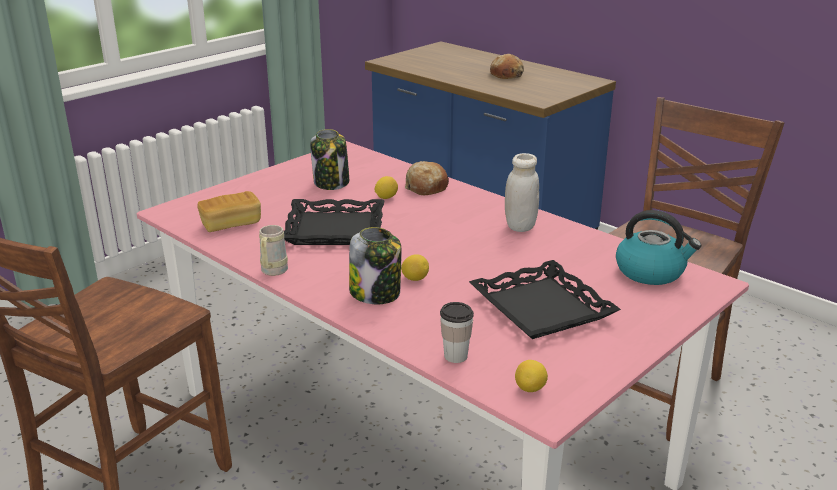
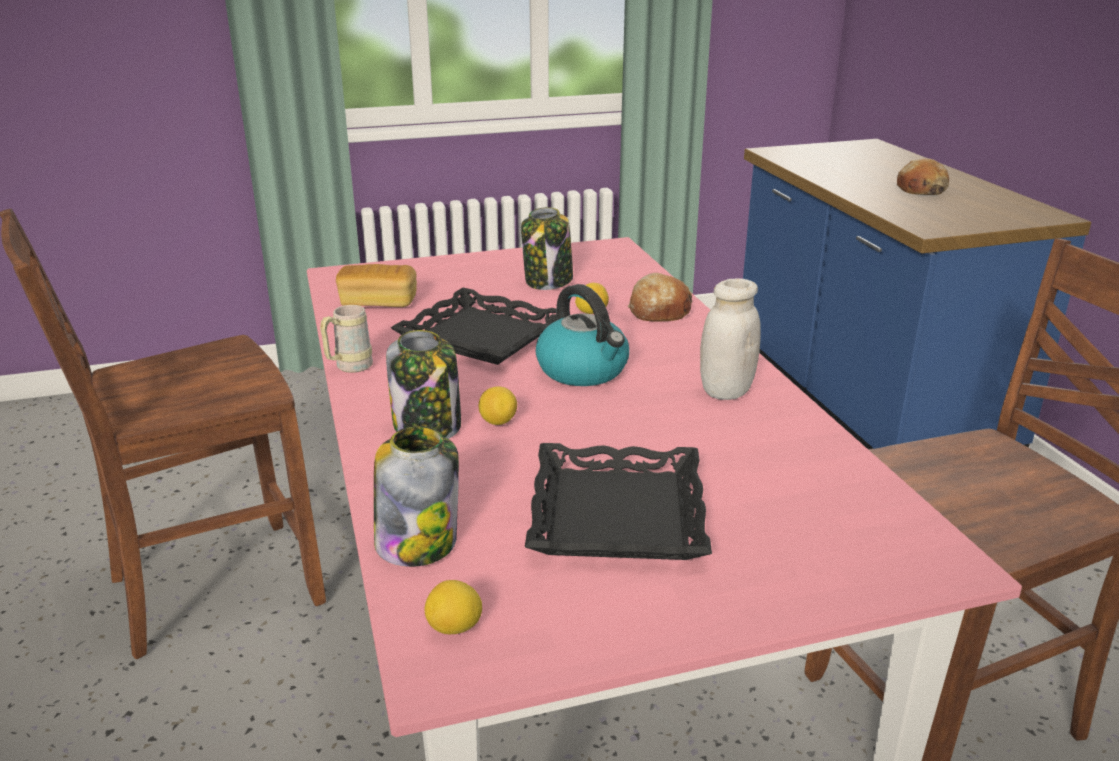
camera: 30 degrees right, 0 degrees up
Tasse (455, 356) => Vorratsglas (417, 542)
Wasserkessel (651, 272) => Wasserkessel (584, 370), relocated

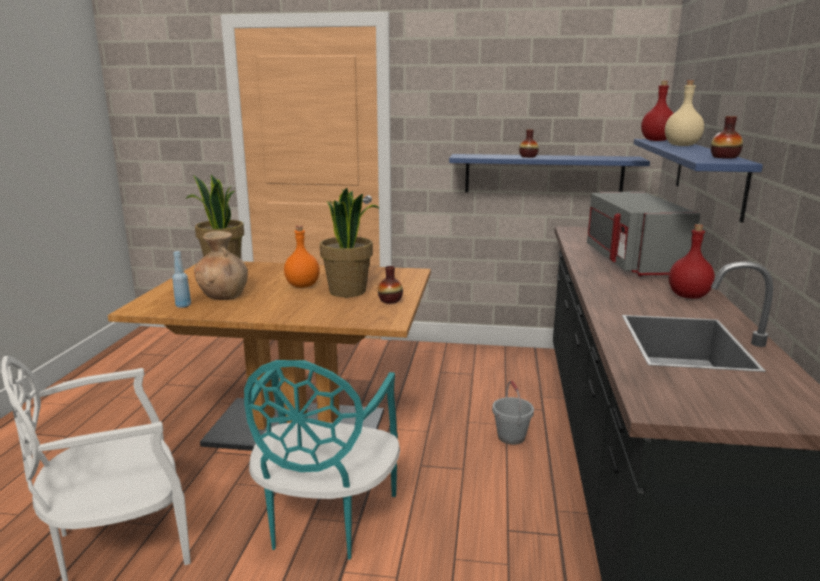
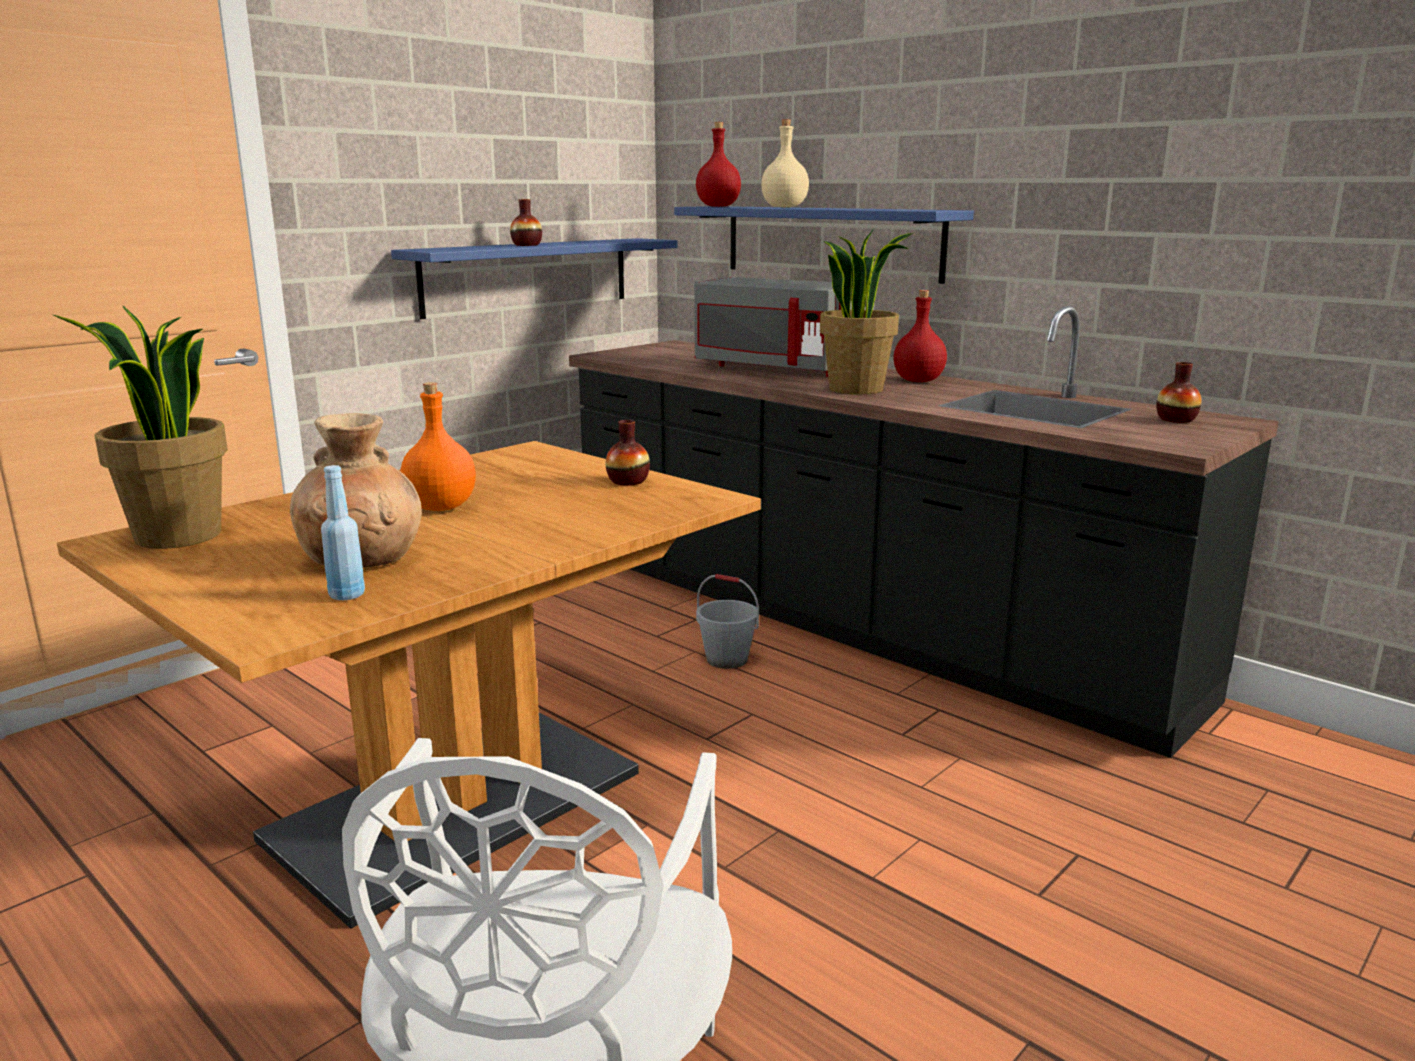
camera: 55 degrees left, 0 degrees up
Topfpflanze (348, 291) => Topfpflanze (857, 389), relocated
Vase (724, 157) => Vase (1176, 420), relocated
Stuhl [türkis] (325, 520) => nothing

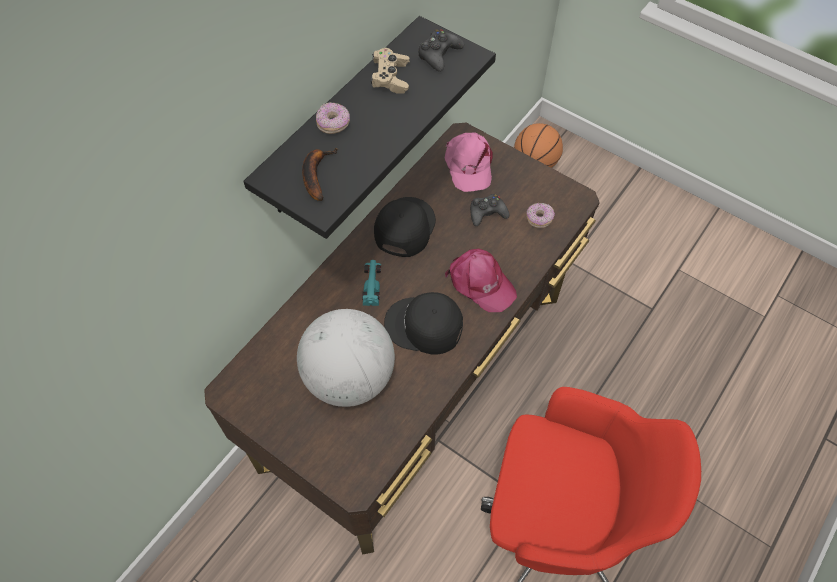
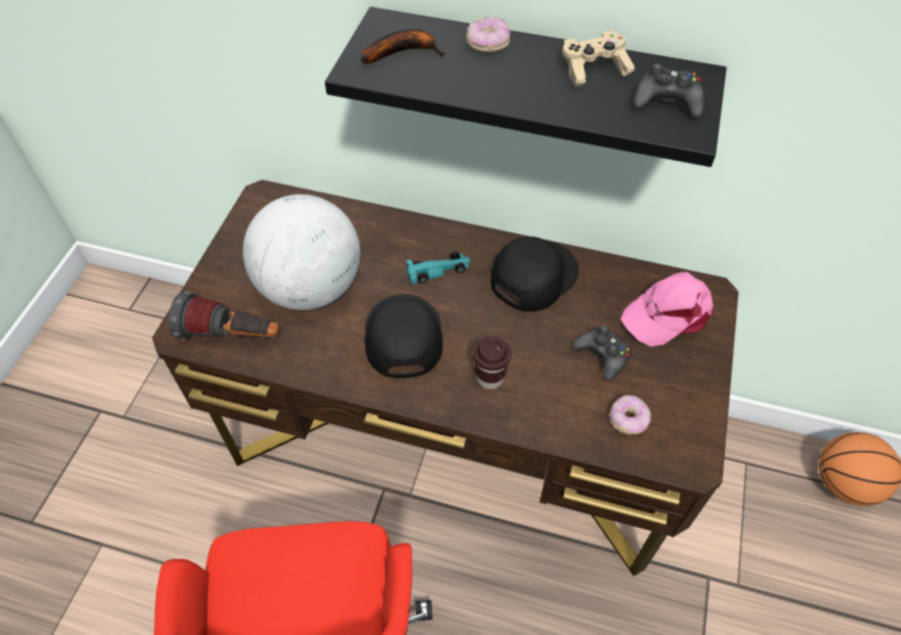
camera: 70 degrees right, 5 degrees down
nothing => Taschenlampe (231, 336)
Kappe [rosa] (480, 283) => Tasse [braun] (490, 378)
Kappe [schwarz] (403, 227) => Kappe [schwarz] (532, 275), 45 degrees counterclockwise

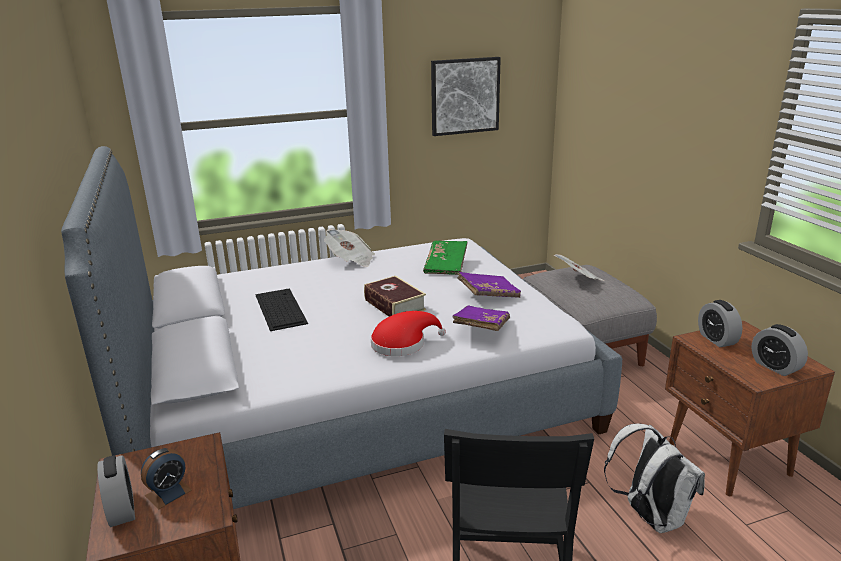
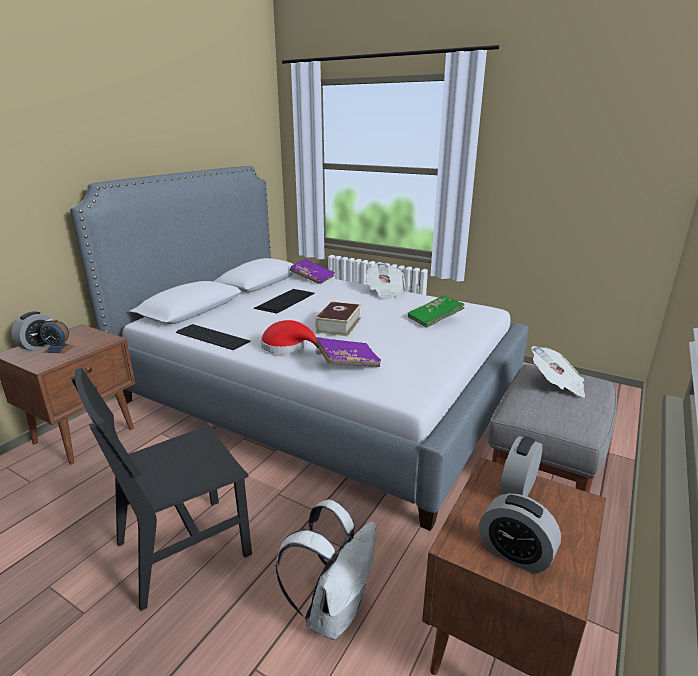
camera: 50 degrees right, 0 degrees up
nothing => Tastatur (212, 336)
Buch [lila] (488, 294) => Buch [lila] (312, 278), relocated
Wecker (775, 367) => Wecker (514, 554), 75 degrees counterclockwise
Bild (465, 96) => nothing

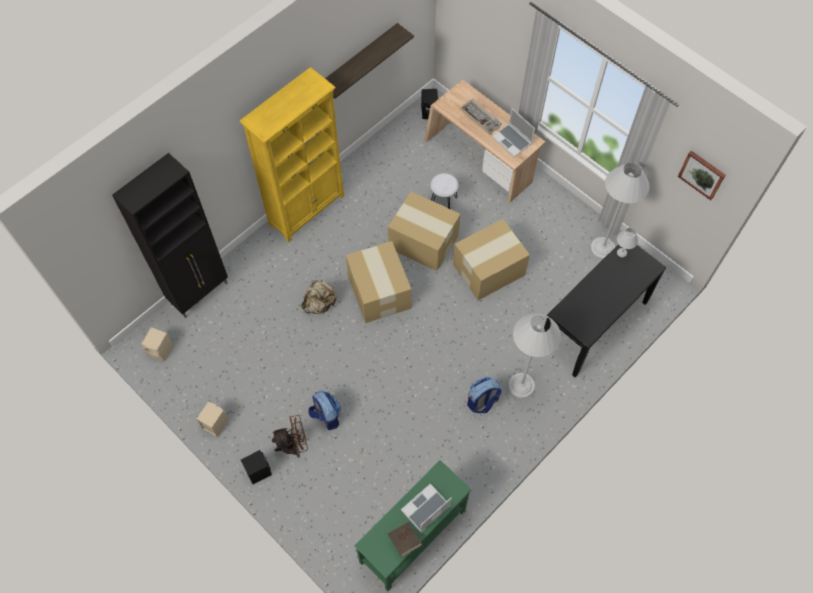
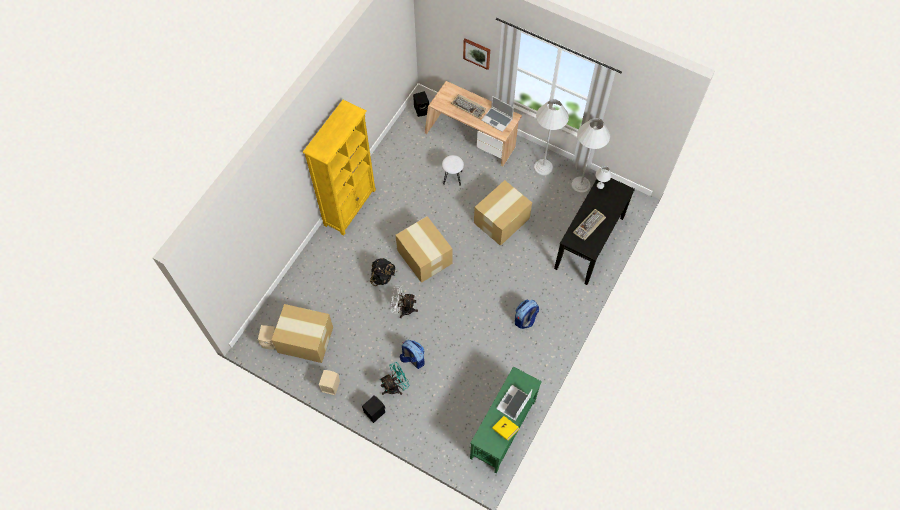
camera: 15 degrees left, 0 degrees up
Karton (423, 241) => Karton (305, 339), relocated
Rucksack [beige] (320, 304) => Rucksack [schwarz] (382, 276)
Ventilator [braun] (294, 445) => Ventilator [türkis] (395, 386)
nothing => Ventilator [weiß] (403, 309)
Bild (702, 174) => Bild (477, 53), relocated
Buch [braun] (404, 541) => Buch [gelb] (505, 430)
Stehlampe [weiß] (521, 385) => Stehlampe [weiß] (543, 167), relocated
nothing => Tastatur (589, 225)
Schrank [schwarz] (200, 293) => nothing
Wandregal (358, 60) => nothing

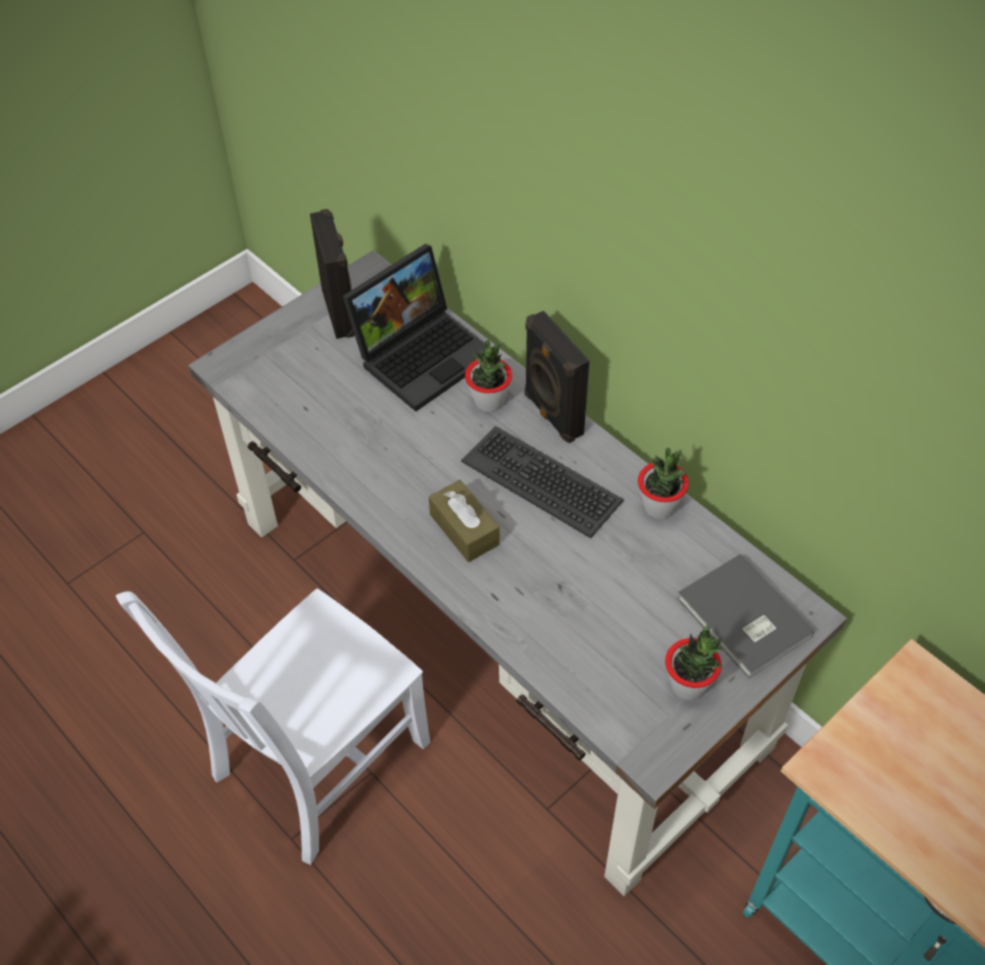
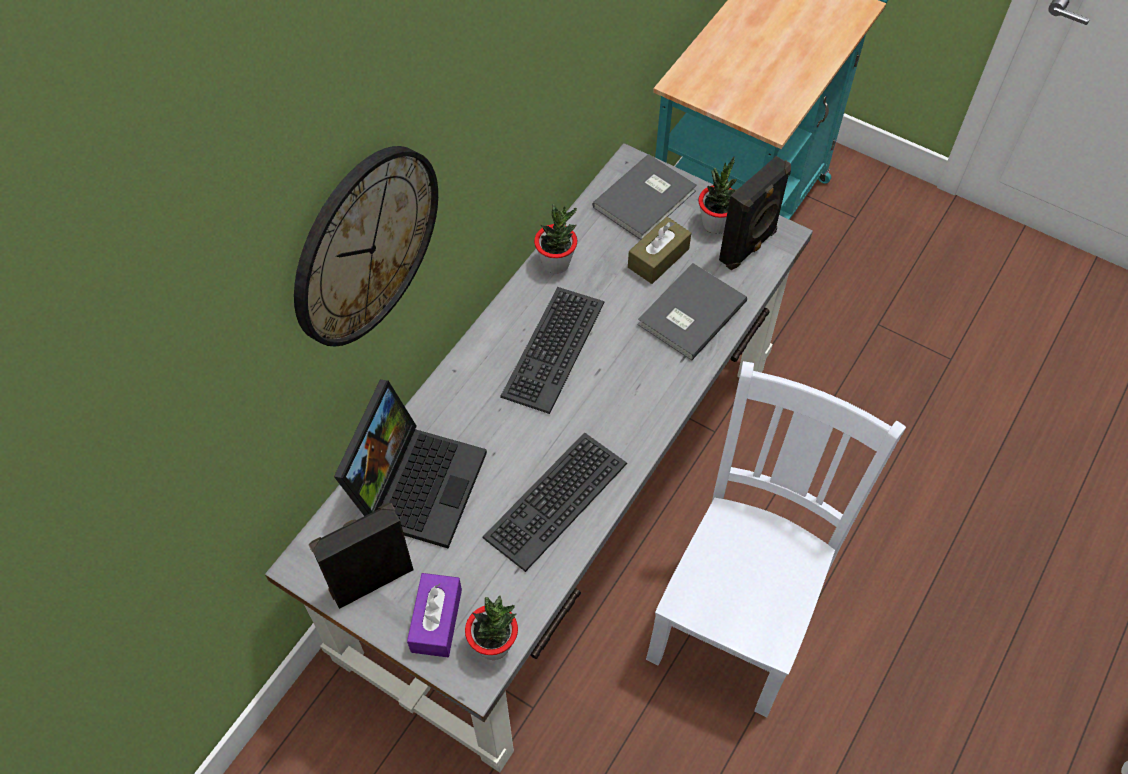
camera: 105 degrees left, 5 degrees up
nothing => Wanduhr (365, 245)
Laptop (423, 353) => Laptop (417, 481), 75 degrees clockwise
nothing => Taschentuchbox [lila] (436, 620)
Topfpflanze (489, 401) => Topfpflanze (494, 644), relocated
nothing => Tastatur (555, 499)
Taschentuchbox [braun] (464, 529) => Taschentuchbox [braun] (658, 258), relocated
nothing => Buch [grau] (689, 313)
Stuhl [weiß] (315, 764) => Stuhl [weiß] (738, 615), 90 degrees counterclockwise
Lautsprecher [schwarz] (551, 415) => Lautsprecher [schwarz] (749, 247), relocated

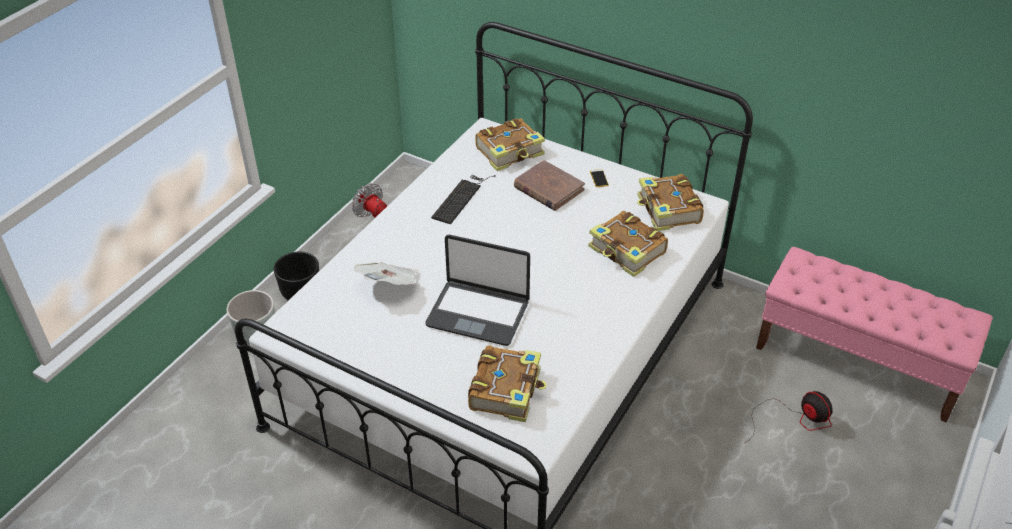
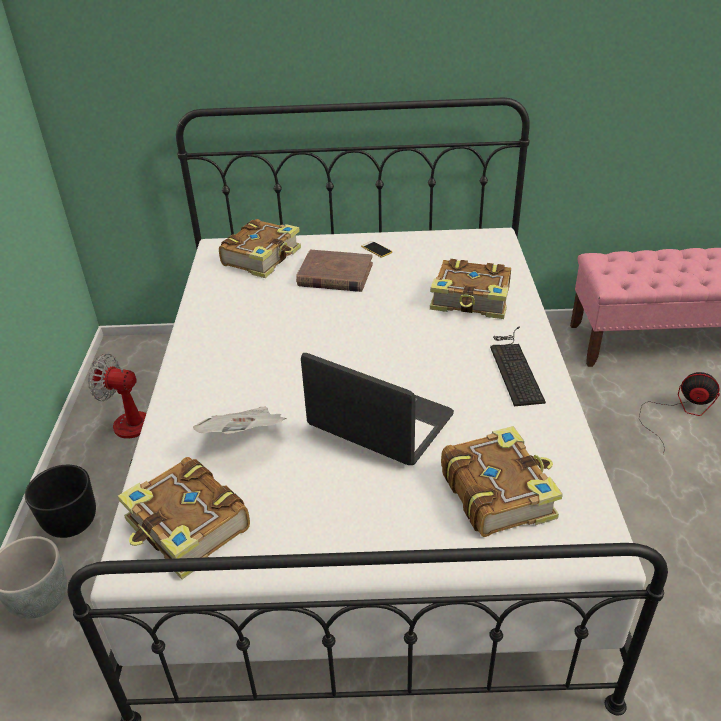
camera: 30 degrees left, 5 degrees down
Buch (668, 210) => Buch (187, 528), relocated
Laptop (478, 313) => Laptop (380, 422), 135 degrees counterclockwise
Tastatur (461, 197) => Tastatur (515, 366), relocated

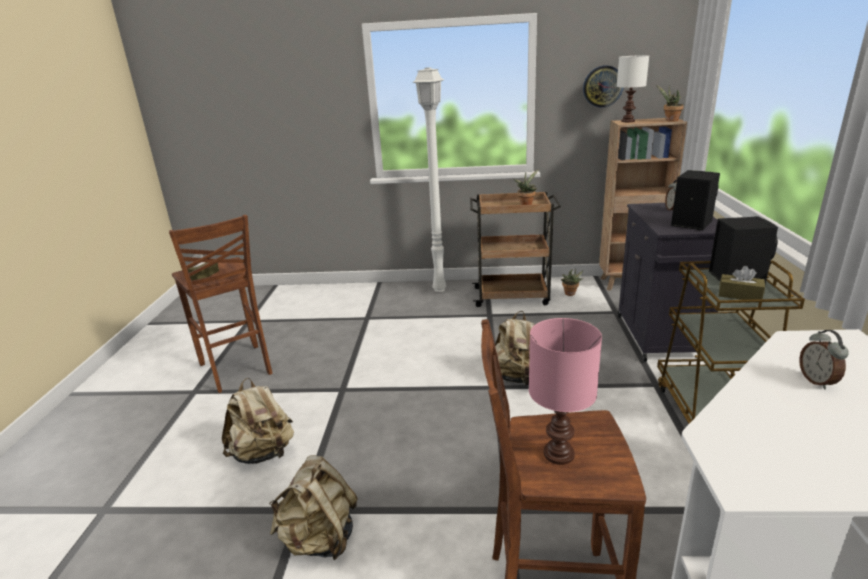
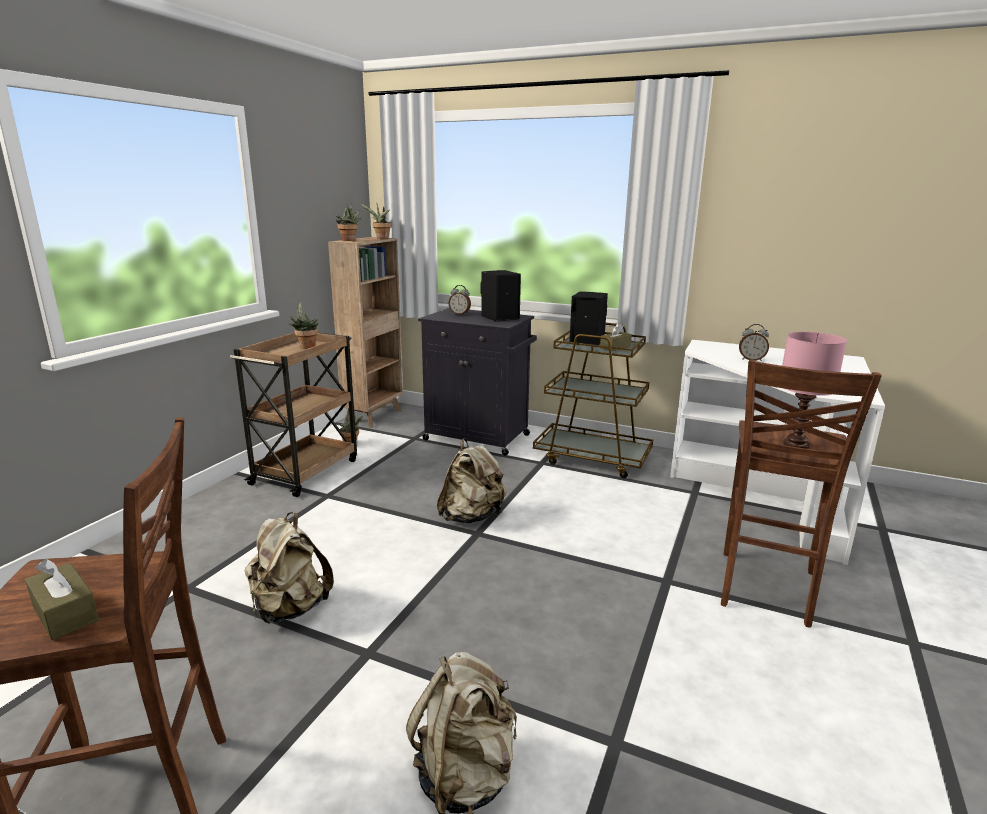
camera: 70 degrees left, 5 degrees down
Rucksack [beige] (320, 539) => Rucksack [beige] (289, 608), relocated
Tischlampe [weiß] (628, 121) => Topfpflanze (349, 240)
Stehlampe [weiß] (438, 290) => nothing
Wanduhr (603, 86) => nothing

